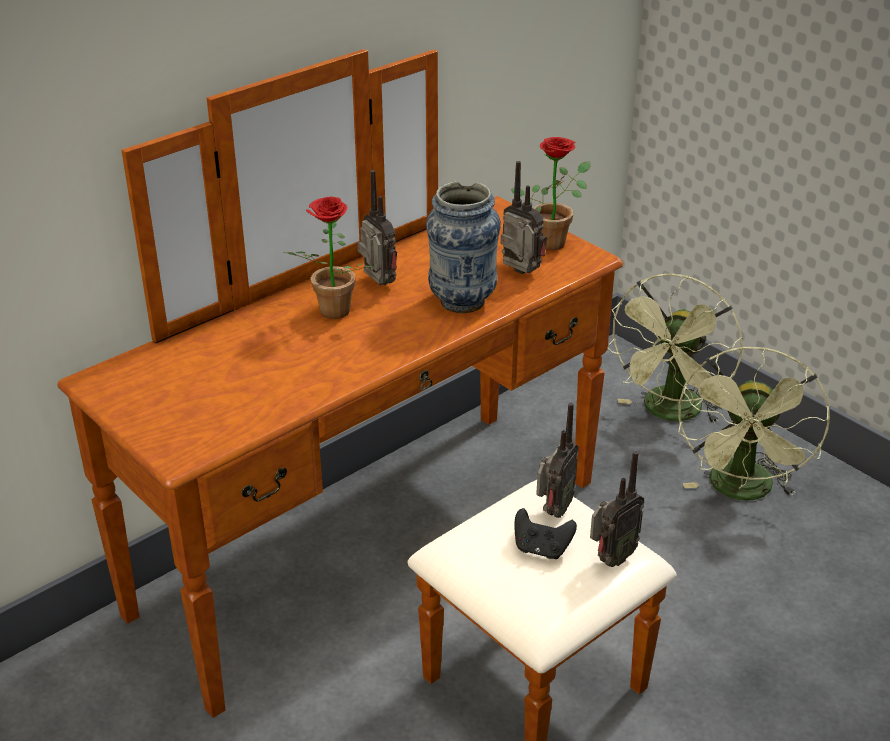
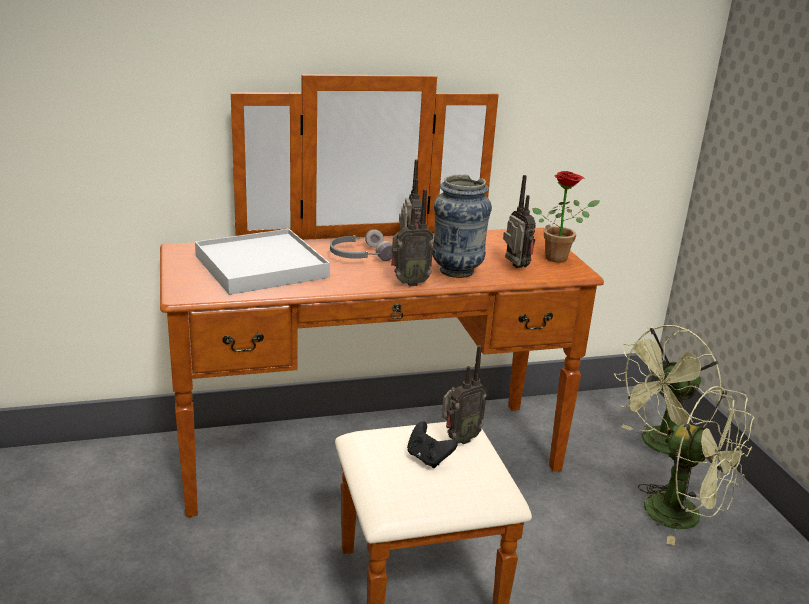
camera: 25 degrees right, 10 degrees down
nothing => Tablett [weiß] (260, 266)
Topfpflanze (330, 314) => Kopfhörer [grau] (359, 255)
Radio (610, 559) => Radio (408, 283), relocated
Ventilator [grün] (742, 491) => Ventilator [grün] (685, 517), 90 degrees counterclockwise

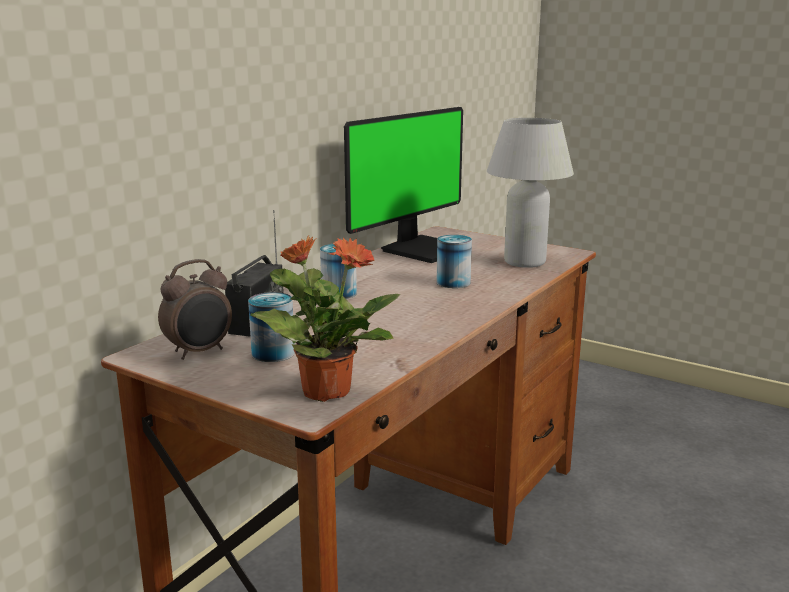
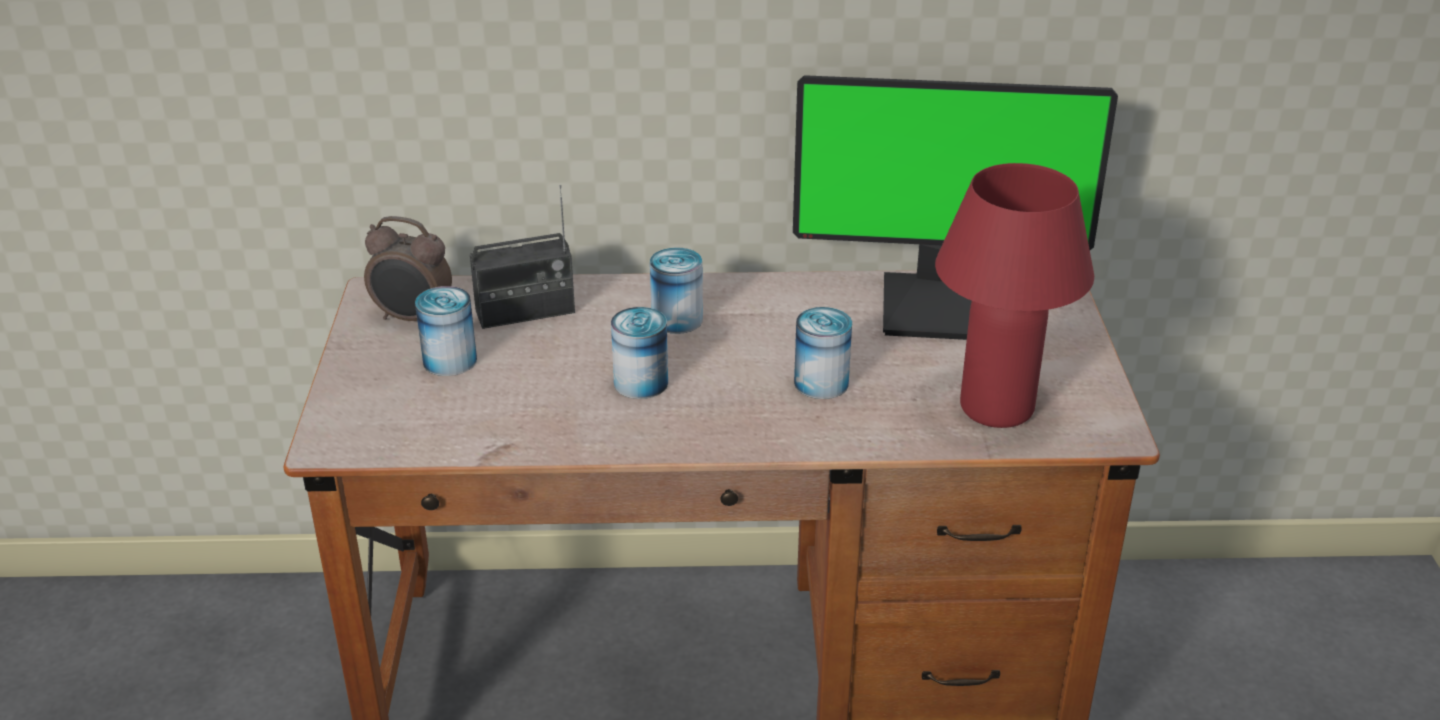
camera: 55 degrees right, 15 degrees up
nothing => Dose (641, 383)
Tischlampe [weiß] (524, 262) => Tischlampe [rot] (996, 408)
Topfpflanze (325, 390) => nothing

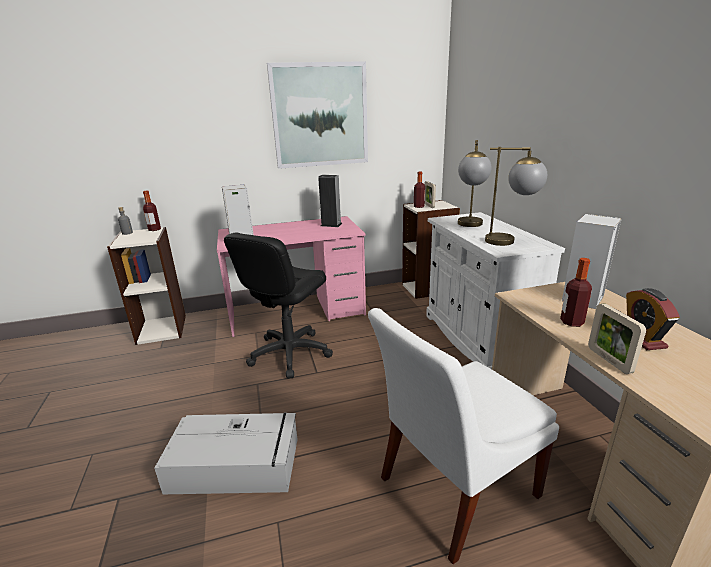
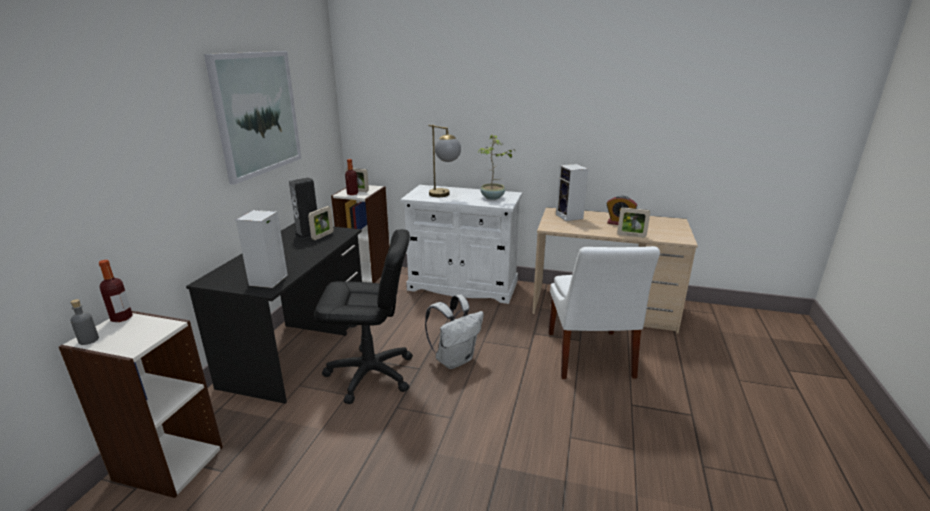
camera: 60 degrees left, 0 degrees up
Schreibtisch [rosa] (297, 312) => Schreibtisch [schwarz] (299, 347)
nothing => Bilderrahmen (322, 236)
Bürostuhl [schwarz] (289, 353) => Bürostuhl [schwarz] (370, 374), 60 degrees counterclockwise
nothing => Rucksack [weiß] (455, 359)
Tischlampe (510, 242) => Topfpflanze (493, 197)
Aufbewahrungsbox [grau] (237, 465) => nothing
Flasche (571, 322) => nothing

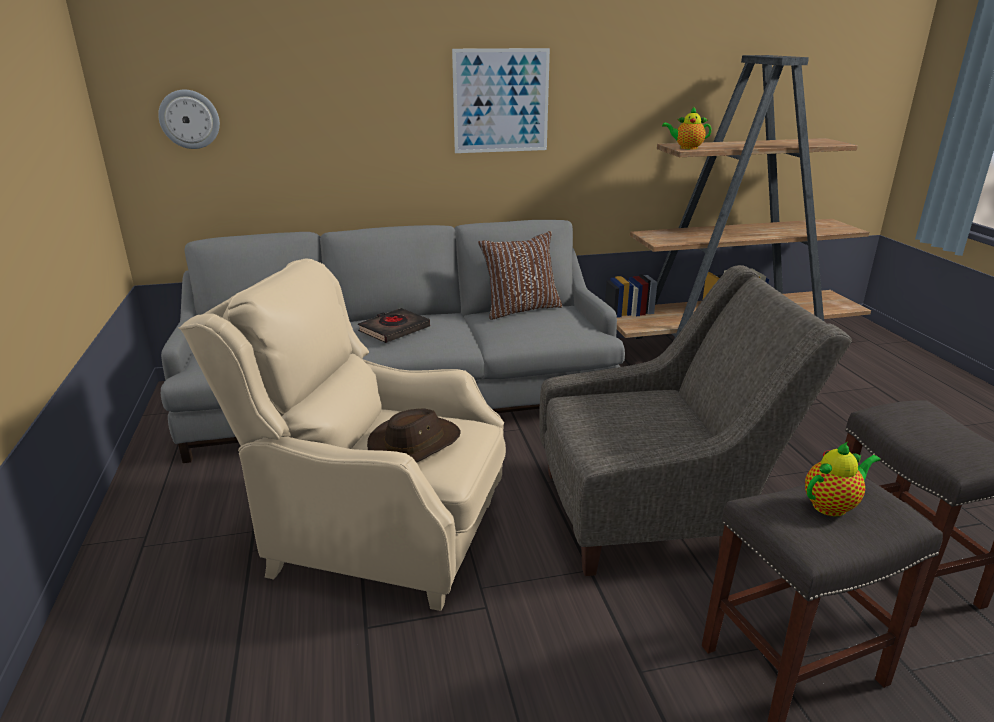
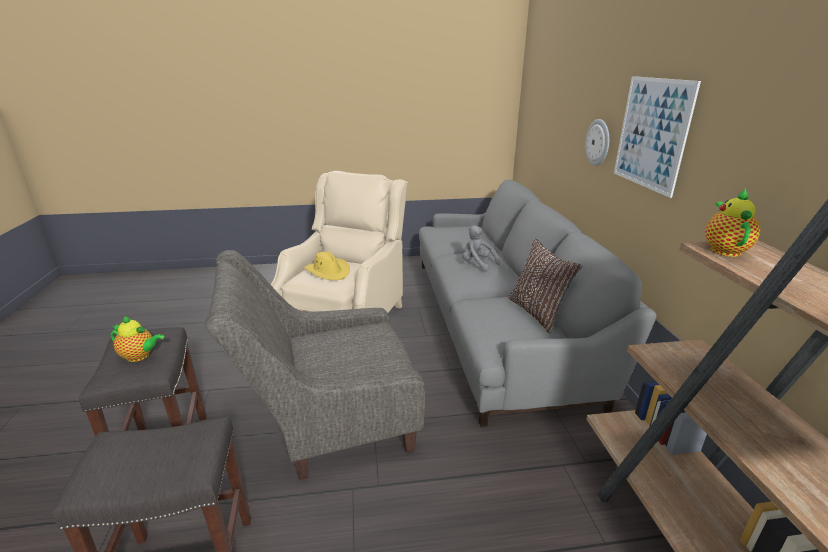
camera: 95 degrees right, 0 degrees up
Teekanne (832, 505) => Teekanne (140, 356), 60 degrees counterclockwise
Sessel [grau] (656, 512) => Sessel [grau] (328, 423), 75 degrees clockwise
Hut [braun] (414, 444) => Hut [gelb] (328, 271)
Buch [schwarz] (394, 330) => Plüschtier [grau] (477, 264)
Wanduhr (189, 119) => Wanduhr (598, 142), relocated

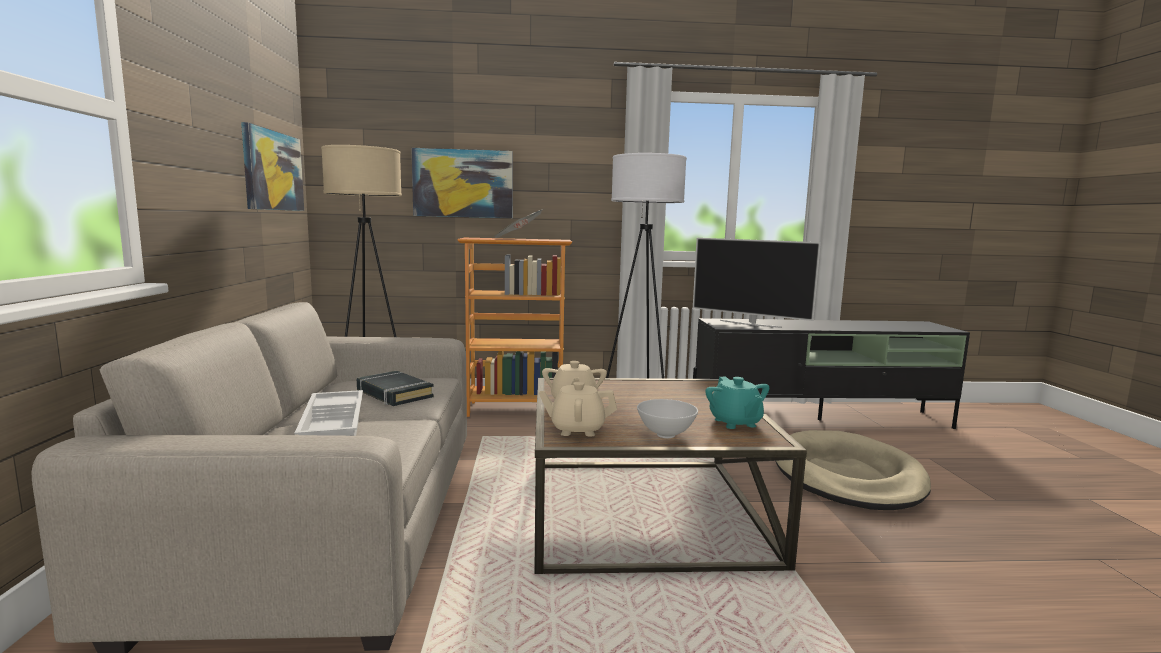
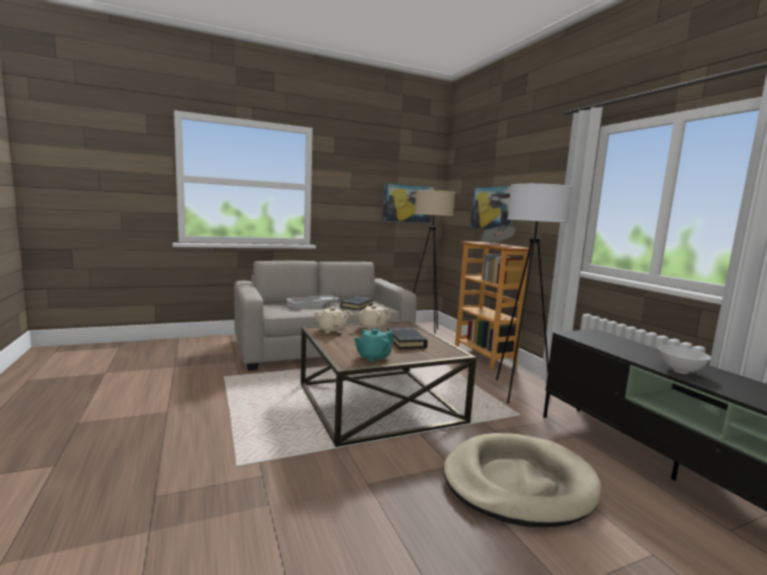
camera: 70 degrees right, 0 degrees up
nothing => Buch [schwarz] (406, 341)
Schüssel [weiß] (666, 434) => Schüssel [weiß] (681, 371), relocated
Fernseher (750, 324) => nothing

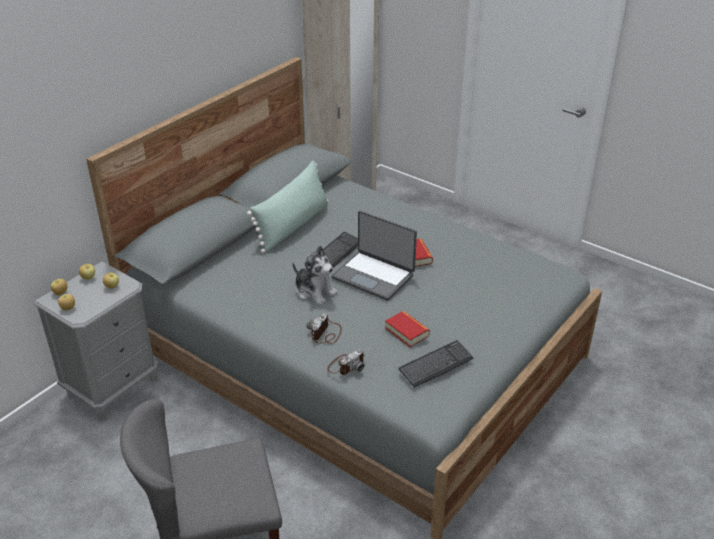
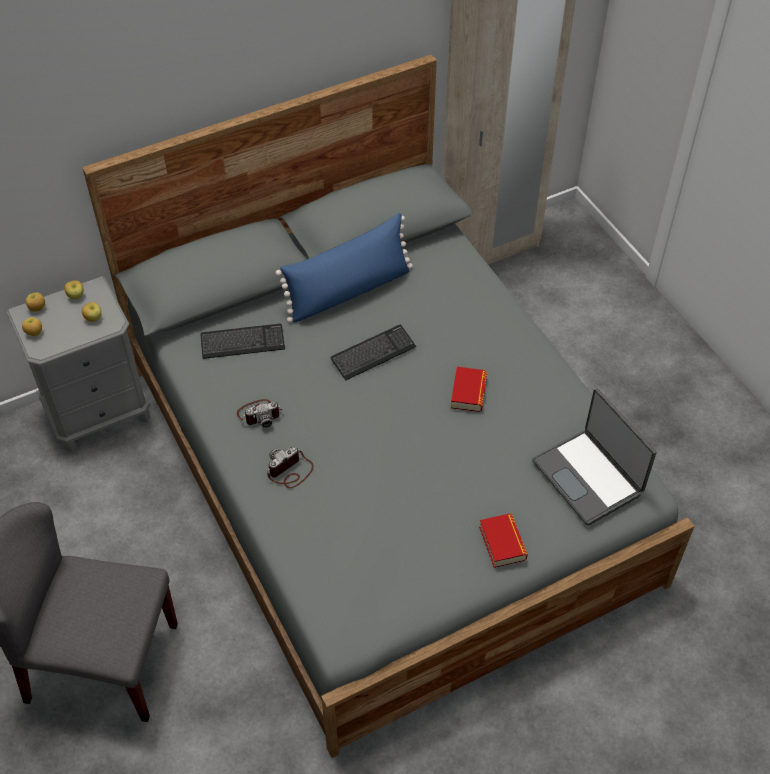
camera: 25 degrees right, 15 degrees up
Tastatur (436, 365) => Tastatur (242, 342), relocated
Kamera (346, 365) => Kamera (259, 414), relocated
Kissen [grün] (293, 226) => Kissen [blau] (349, 291)
Buch (407, 332) => Buch (502, 543), relocated
Laptop (374, 276) => Laptop (588, 477), relocated
Plüschtier (315, 291) => nothing

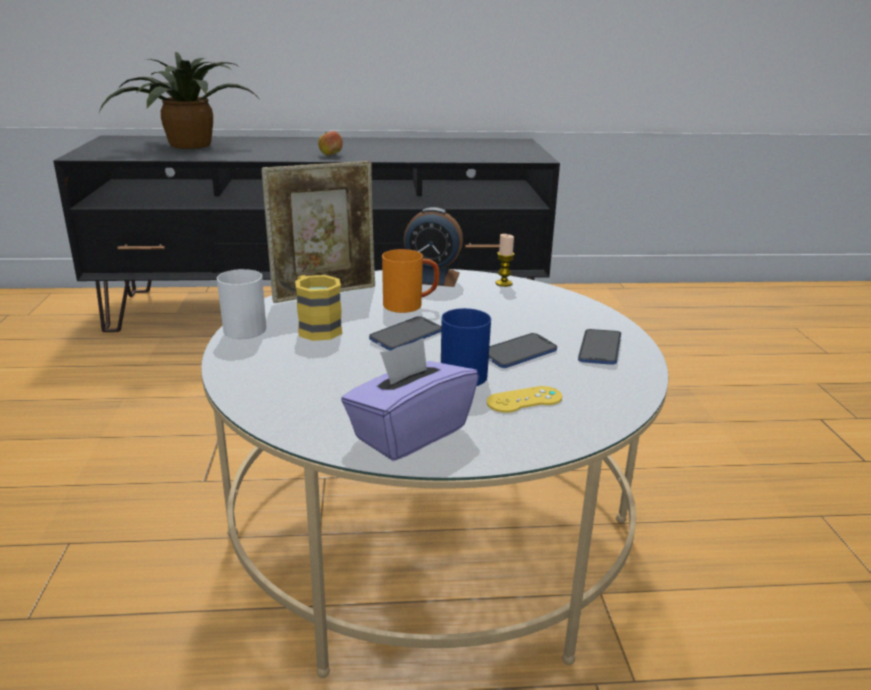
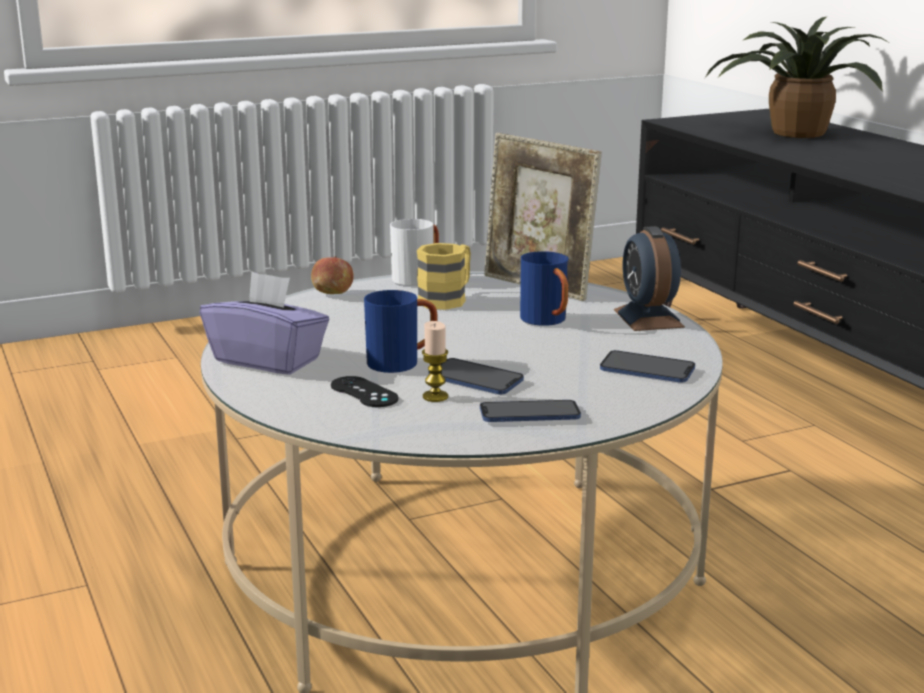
camera: 70 degrees right, 5 degrees down
Apfel (330, 155) => Apfel (333, 294), relocated
Gamepad [gelb] (524, 400) => Gamepad [schwarz] (364, 392)
Kerze (503, 283) => Kerze (435, 397), relocated
Henkelbecher [orange] (410, 306) => Henkelbecher [blau] (548, 322)
Handy (406, 335) => Handy (647, 369), relocated

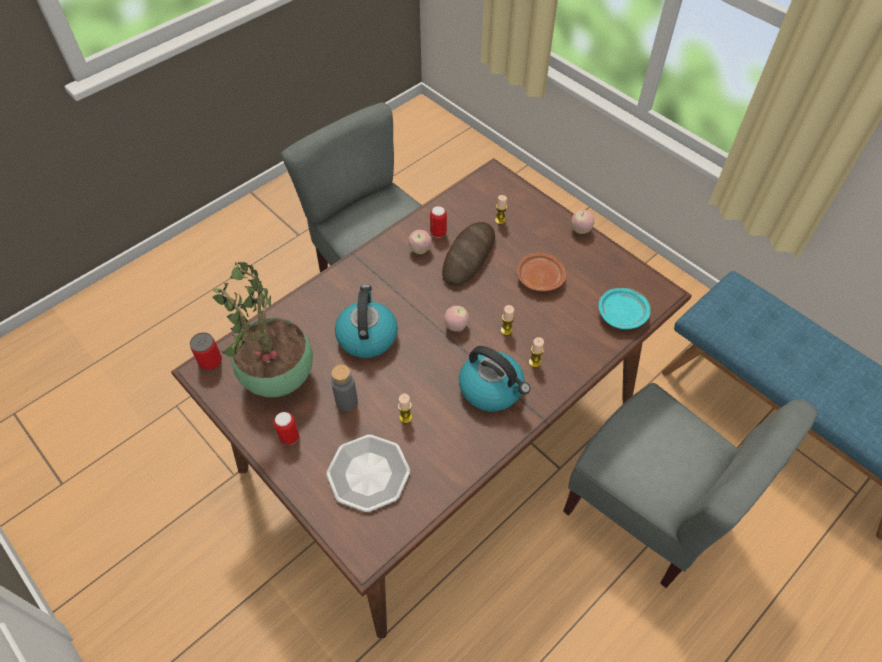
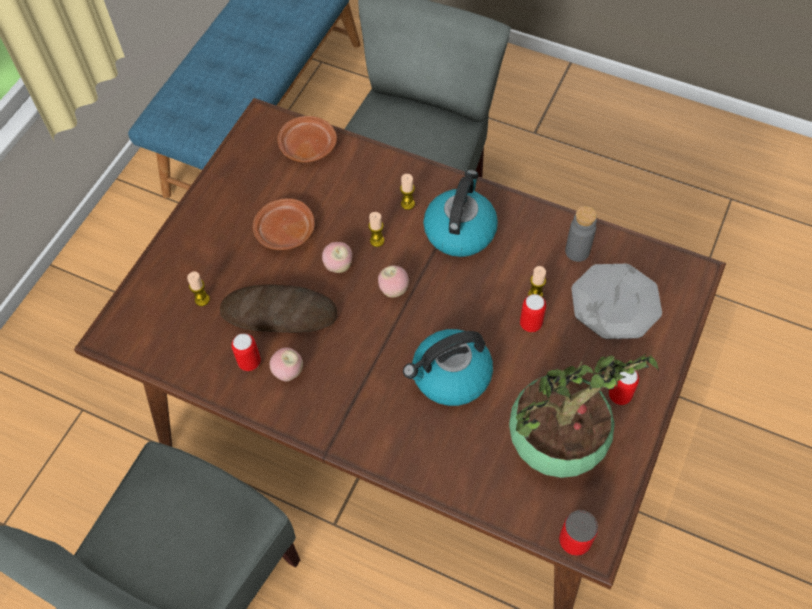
camera: 110 degrees left, 5 degrees up
Teller [türkis] (622, 313) => Teller [braun] (307, 146)
Apfel (580, 230) => Apfel (338, 266), relocated
nothing => Dose (530, 324)
Flasche [grau] (347, 402) => Flasche [grau] (577, 251), relocated

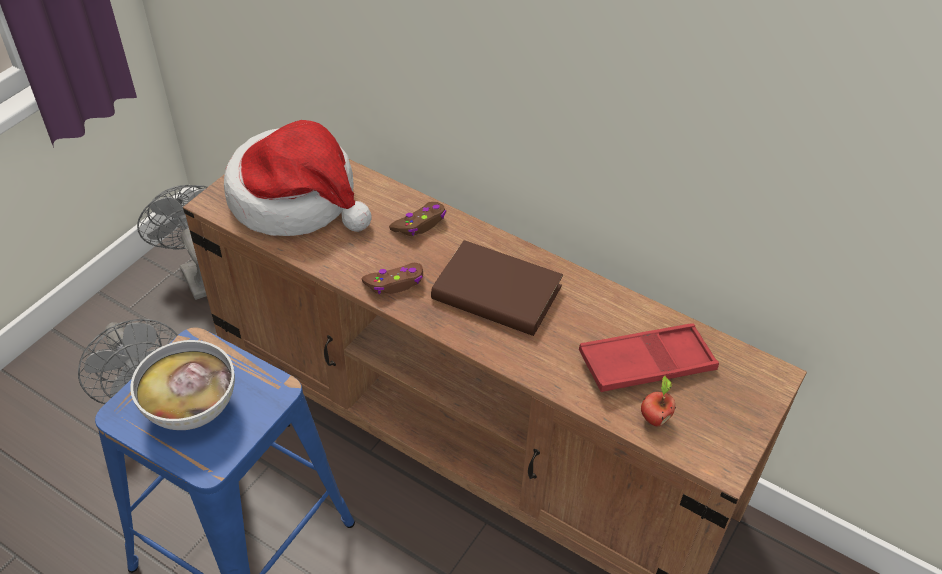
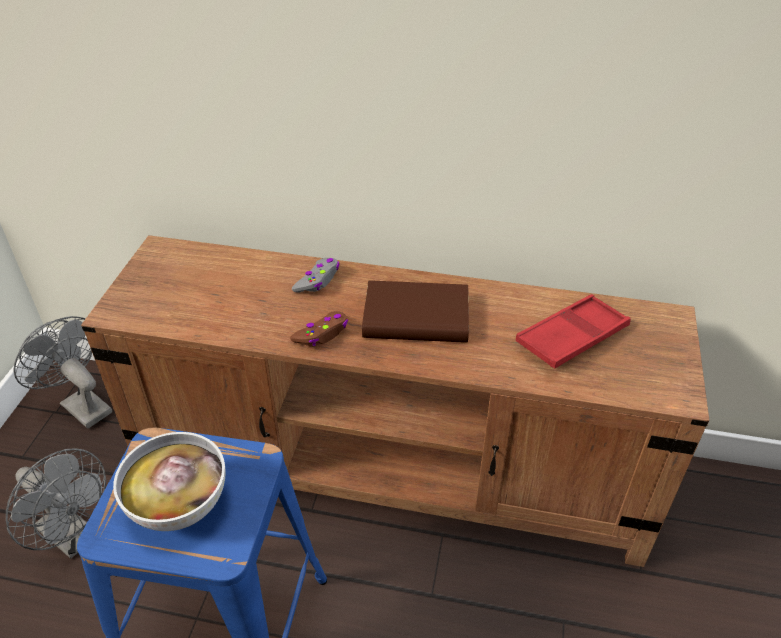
camera: 20 degrees left, 5 degrees down
Gamepad [braun] (420, 224) => Gamepad [grau] (318, 280)
Hut (296, 199) => nothing
Apfel (654, 418) => nothing

